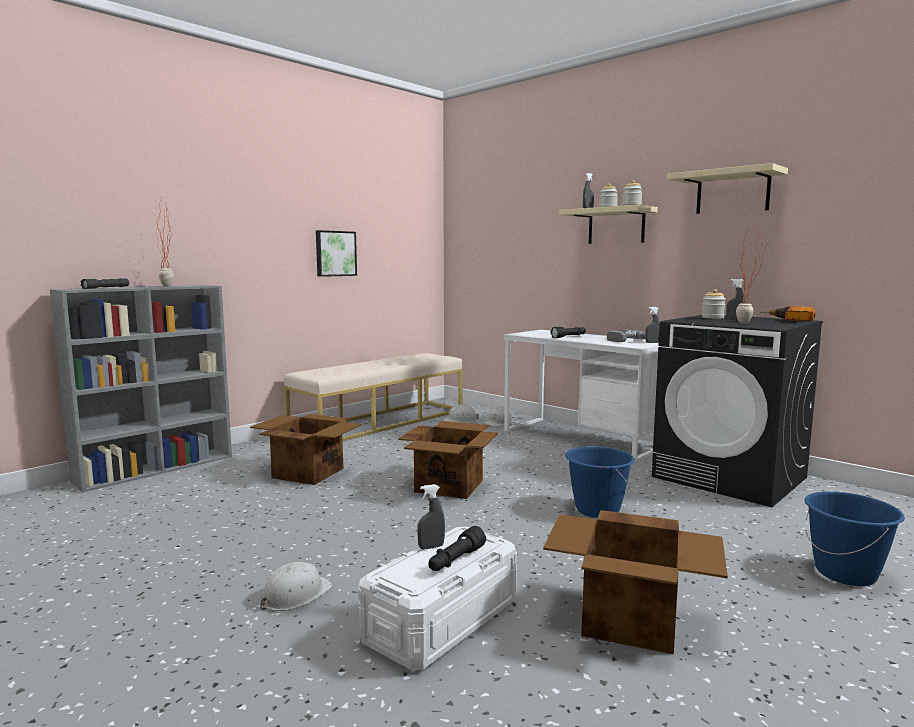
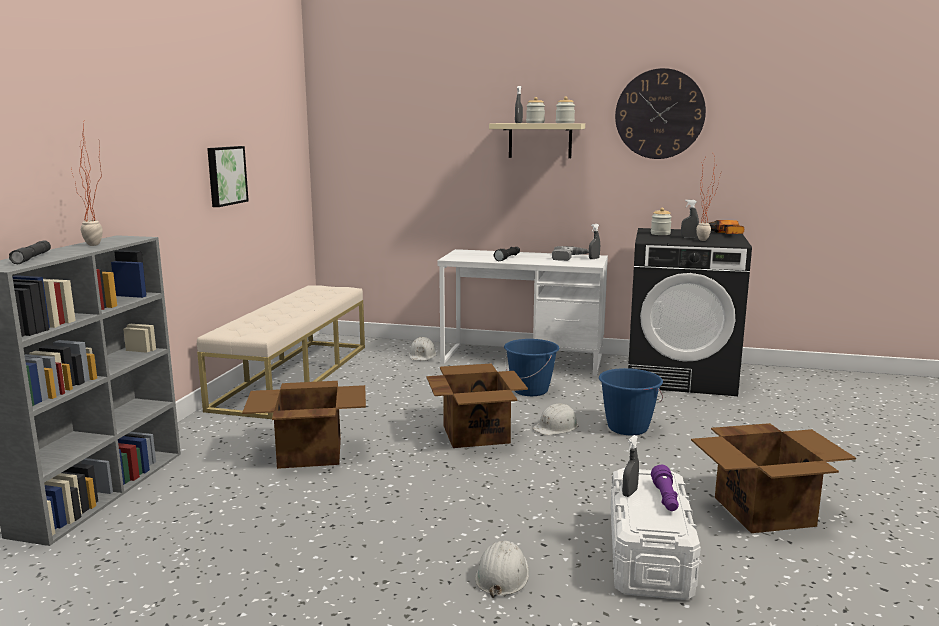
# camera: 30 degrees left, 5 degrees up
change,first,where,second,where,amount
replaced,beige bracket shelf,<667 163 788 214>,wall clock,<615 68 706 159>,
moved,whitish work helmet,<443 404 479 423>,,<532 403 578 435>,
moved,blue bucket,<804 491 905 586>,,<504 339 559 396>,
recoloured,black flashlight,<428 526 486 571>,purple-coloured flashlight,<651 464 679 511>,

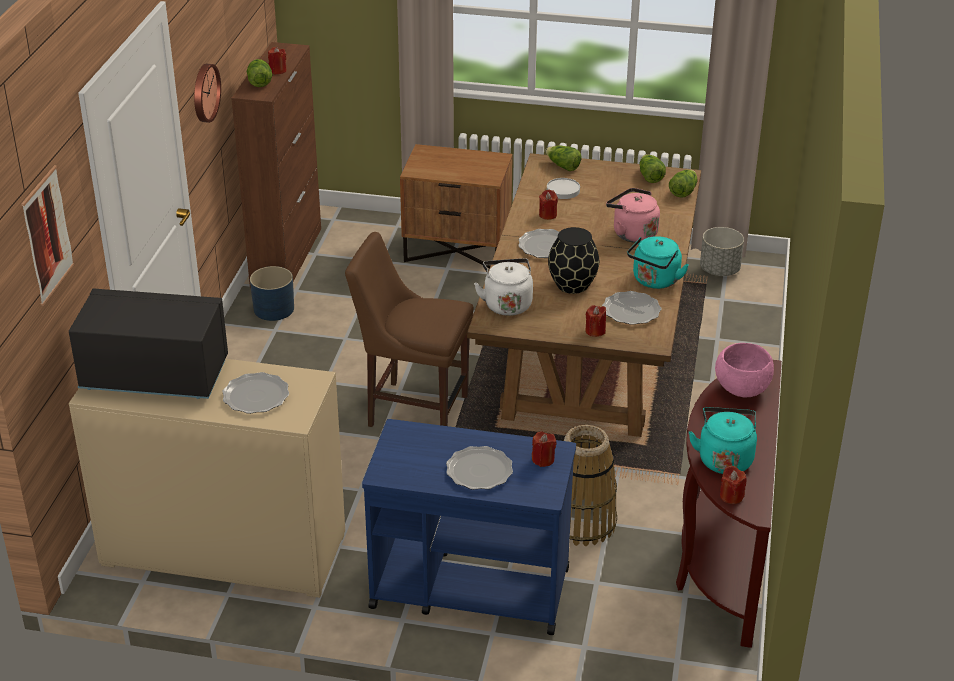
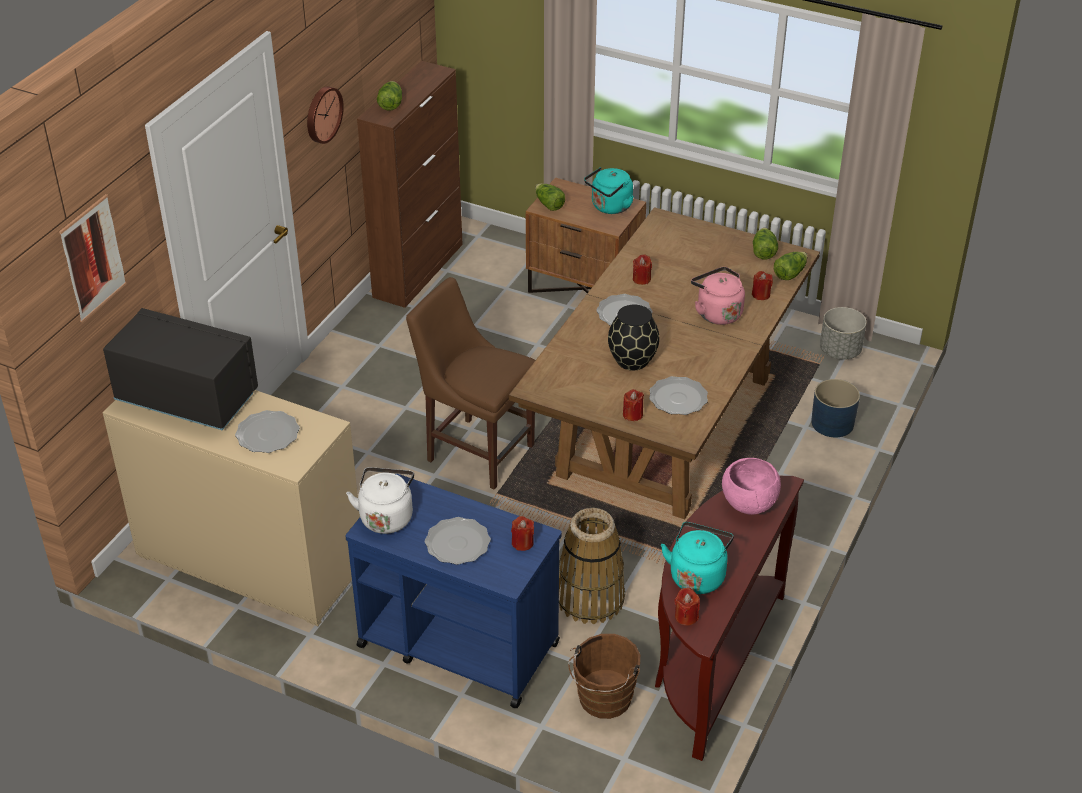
# camera: 15 degrees right, 5 degrees up
change,first,where,second,where,amount
moved,red-coloured wax light,<268 47 287 74>,,<752 271 773 300>,
moved,lettuce,<545 146 581 171>,,<535 184 565 211>,
removed,whitish plate,<547 178 580 199>,,,
moved,blue-green kettle,<627 236 689 289>,,<584 167 634 214>,
moved,whitish kettle,<474 258 533 316>,,<346 467 414 534>,
moved,blue plant pot,<250 266 294 321>,,<811 379 860 437>,
added,,,brown-coloured bucket,<568 634 640 719>,

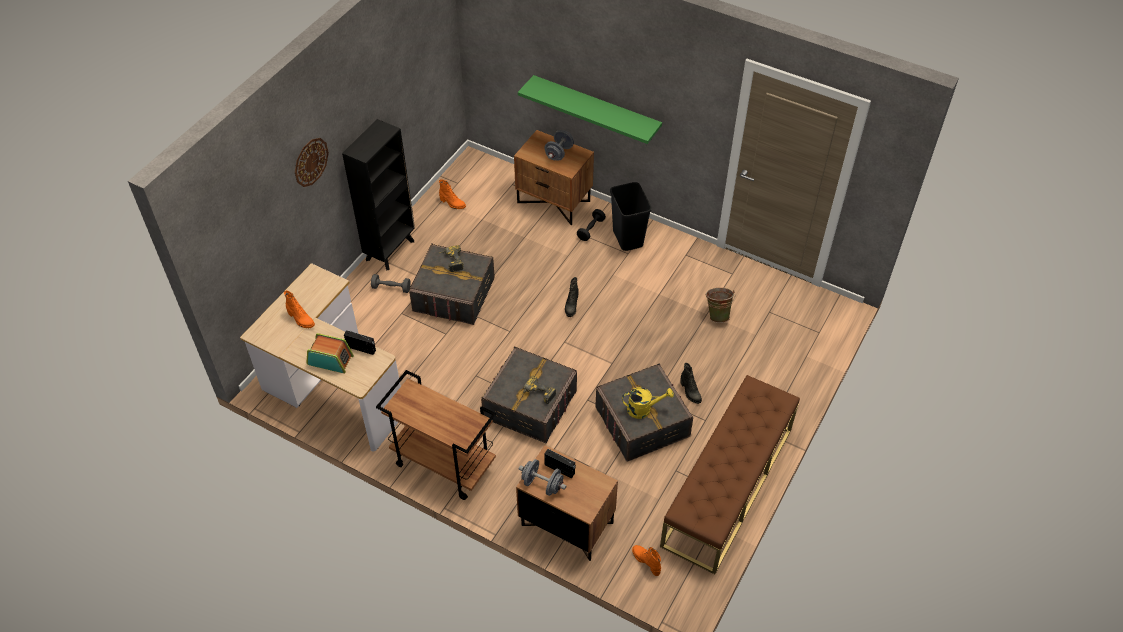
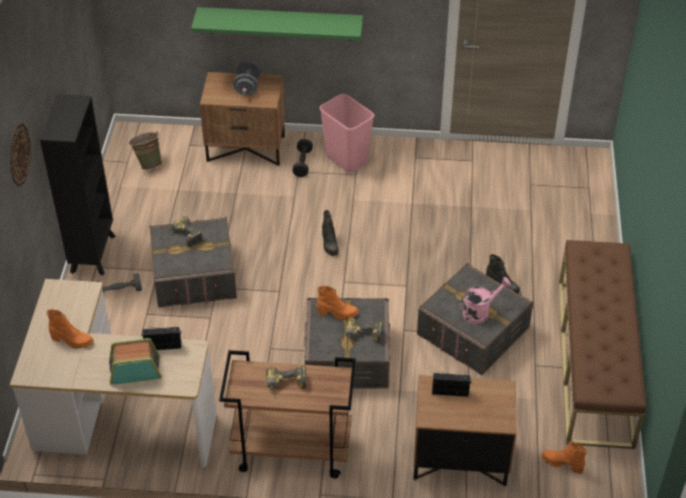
# camera: 25 degrees left, 5 degrees down
change,first,where,second,where,amount
moved,orangey tall boot,<439 180 466 209>,,<317 286 358 320>,
recoloured,black waste bin,<610 182 652 251>,pink-coloured waste bin,<319 94 375 173>,
moved,greenish bucket,<706 288 735 323>,,<129 131 162 170>,
recoloured,yellow-coloured watering pot,<622 387 674 419>,pink-coloured watering pot,<460 277 511 324>,
removed,gray dumbbell,<519 459 567 496>,,,
added,,,drill,<266 366 306 394>,

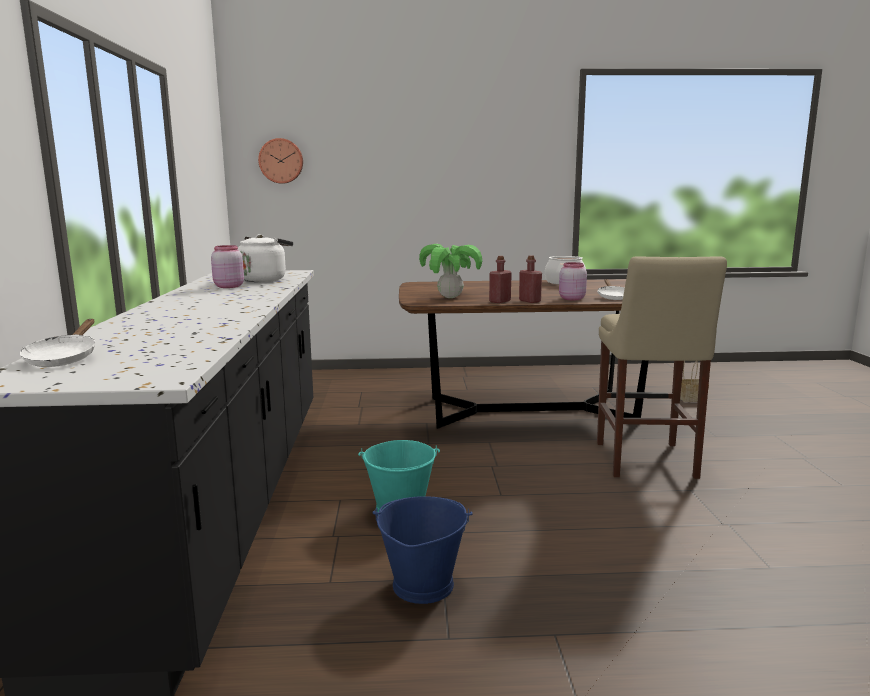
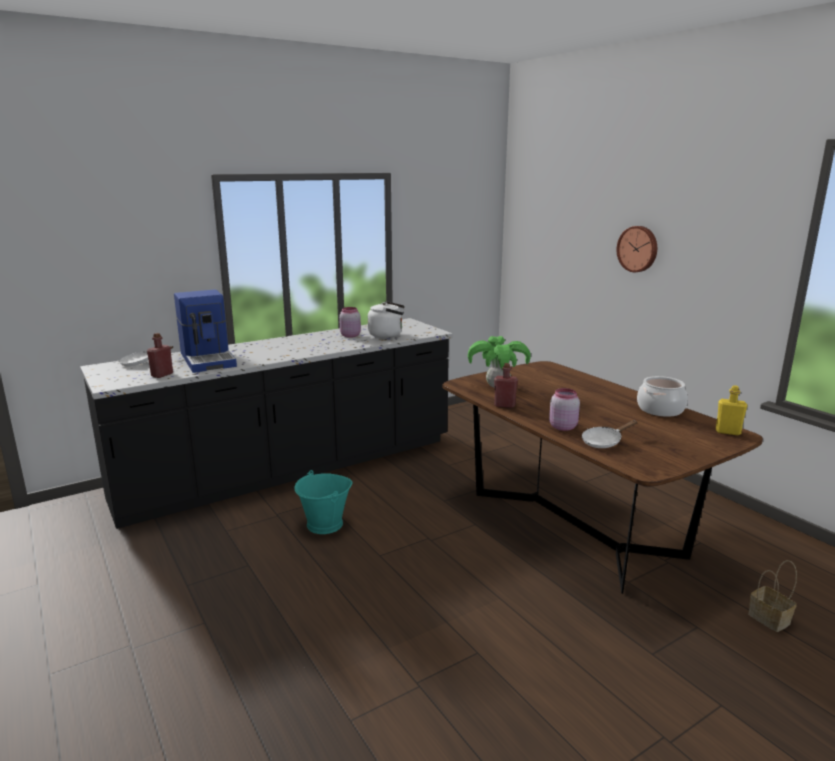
# camera: 60 degrees right, 5 degrees up
change,first,where,second,where,amount
moved,wall clock,<258 138 303 184>,,<617 226 657 272>,
moved,red-coloured beverage bottle,<519 255 542 303>,,<147 333 173 378>,
removed,beige sitting stool,<597 256 727 479>,,,
removed,blue bucket,<372 496 473 604>,,,
added,,,coffee machine,<174 289 237 373>,
added,,,yellow-coloured beverage bottle,<716 385 747 435>,

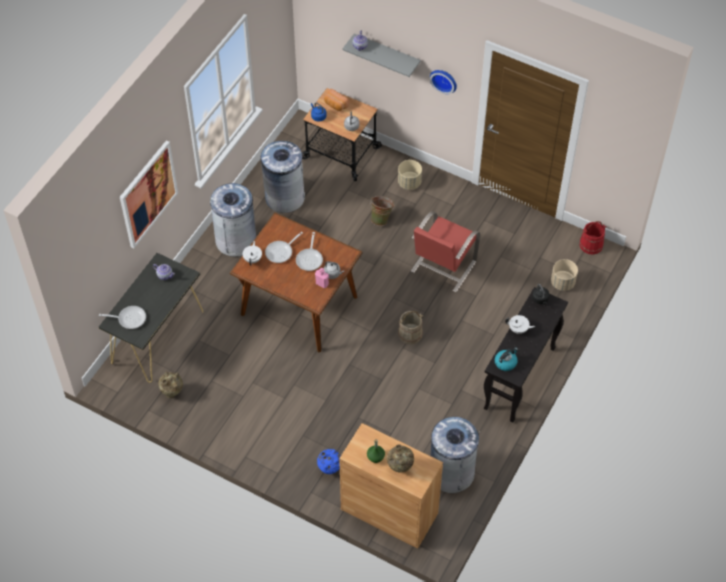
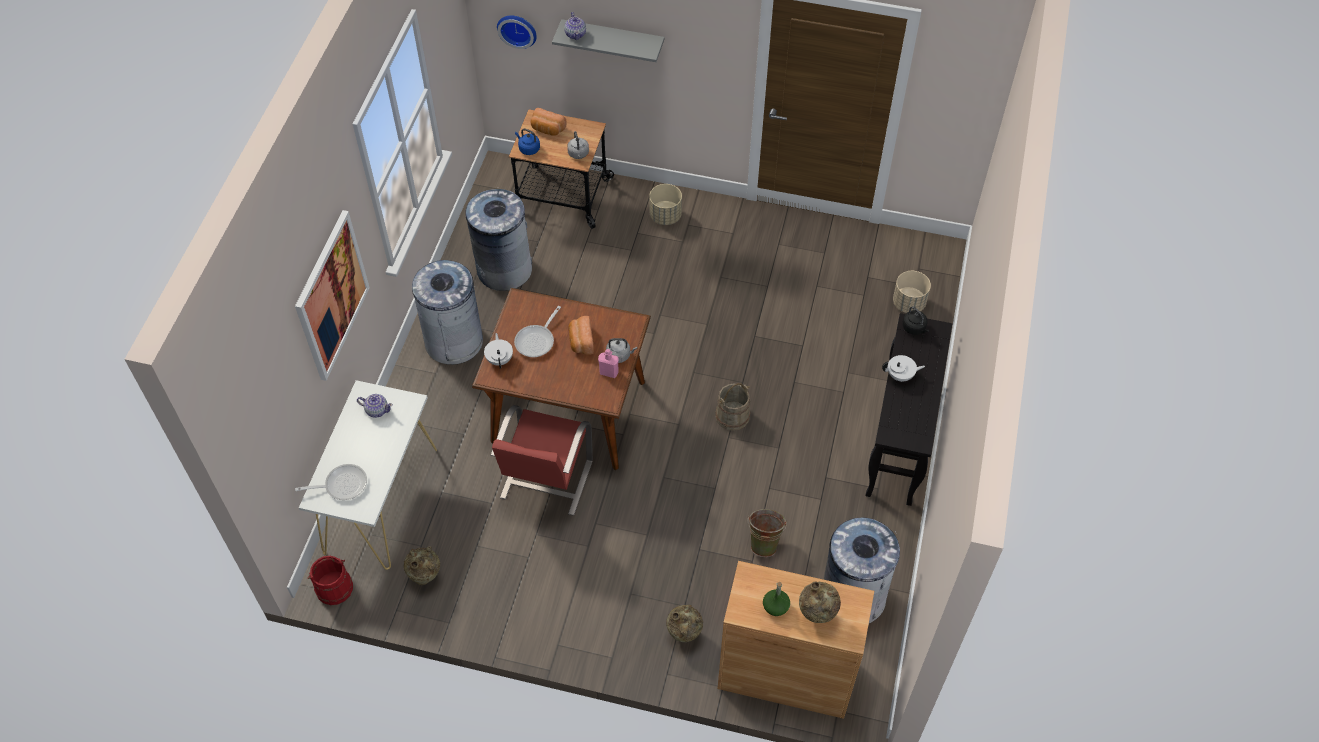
# camera: 15 degrees left, 0 degrees up
change,first,where,second,where,amount
moved,wall clock,<430 70 457 94>,,<497 15 536 49>,
moved,greenish bucket,<370 196 395 226>,,<748 509 787 557>,
moved,red-coloured upright chair,<411 211 480 292>,,<491 405 593 516>,
moved,red-coloured bucket,<580 221 607 255>,,<308 556 353 605>,
replaced,skillet,<296 232 323 271>,bakery bread,<568 316 594 355>,
recoloured,black hall table,<99 253 203 383>,whitish hall table,<299 380 437 570>,
removed,kettle,<495 347 518 371>,,,
recoloured,blue decorative vase,<317 449 341 474>,beige decorative vase,<666 605 703 642>,

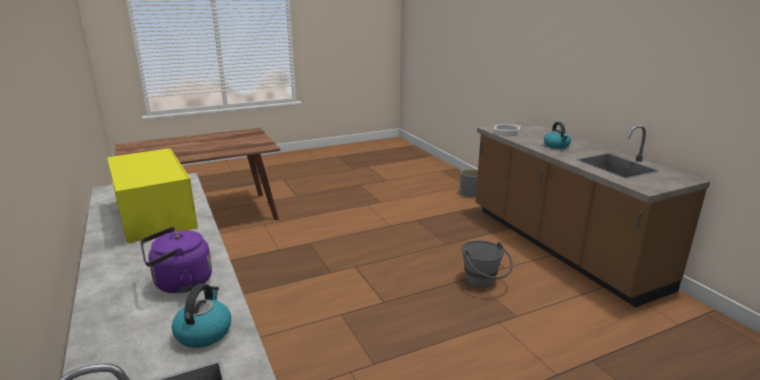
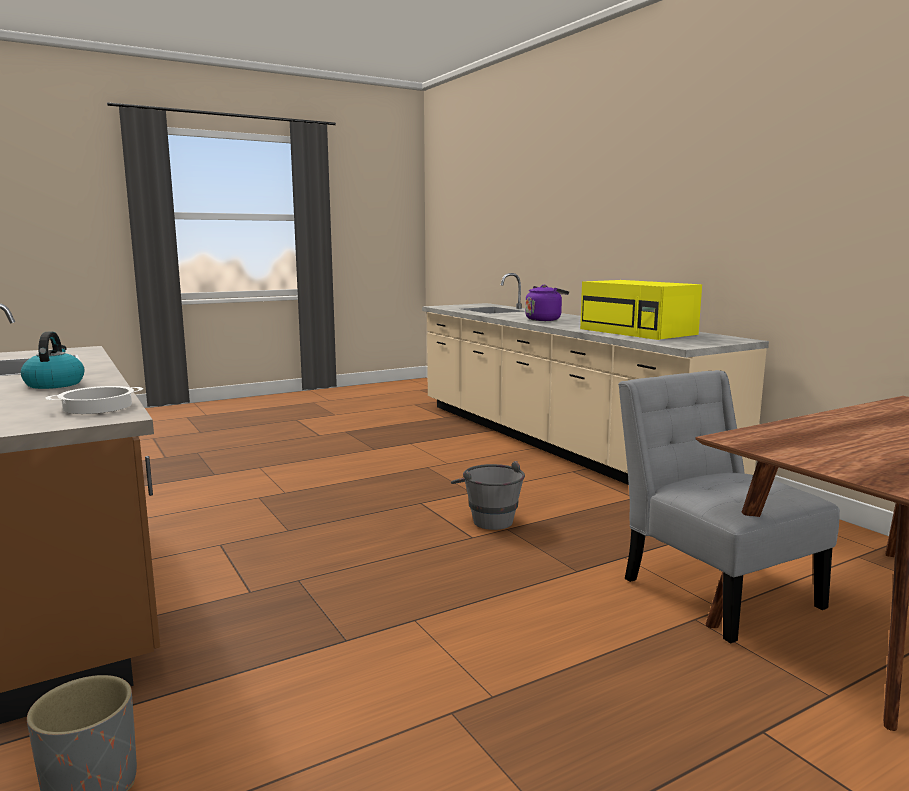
# camera: 175 degrees right, 10 degrees down
change,first,where,second,where,amount
moved,gray bucket,<461 240 513 288>,,<451 461 525 530>,
removed,kettle,<172 284 231 348>,,,
added,,,gray upright chair,<618 370 840 643>,

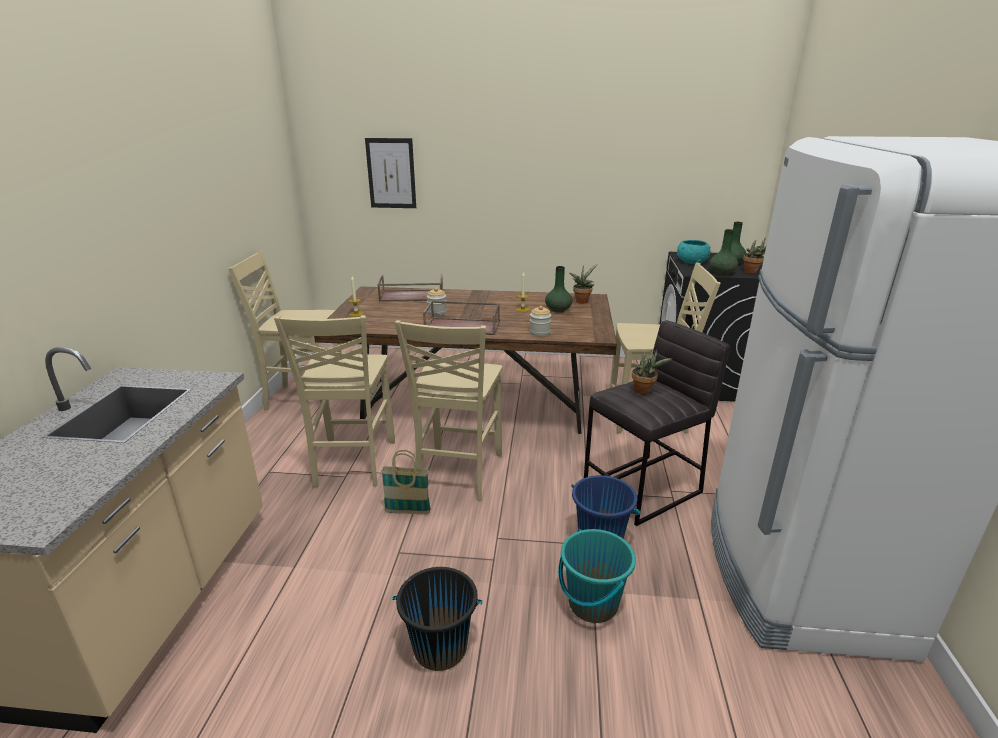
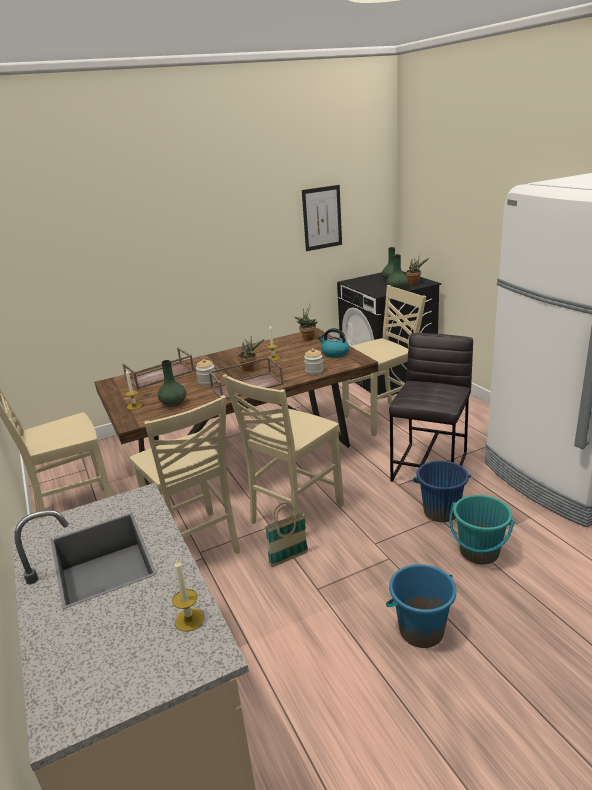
# camera: 30 degrees left, 0 degrees up
change,first,where,second,where,amount
moved,wall art,<365 138 416 208>,,<302 185 342 251>,
removed,blue-green serving bowl,<677 240 710 264>,,,
moved,greenish decorative vase,<545 266 572 312>,,<158 360 186 407>,
turned,beige upright chair,<395 320 502 501>,,<222 374 344 524>,60 degrees clockwise
moved,plant in a pot,<632 350 672 394>,,<238 337 265 372>,
recoloured,black bucket,<392 567 482 671>,blue bucket,<386 564 456 648>,
added,,,kettle,<318 328 349 358>,
added,,,wax light,<172 558 204 632>,

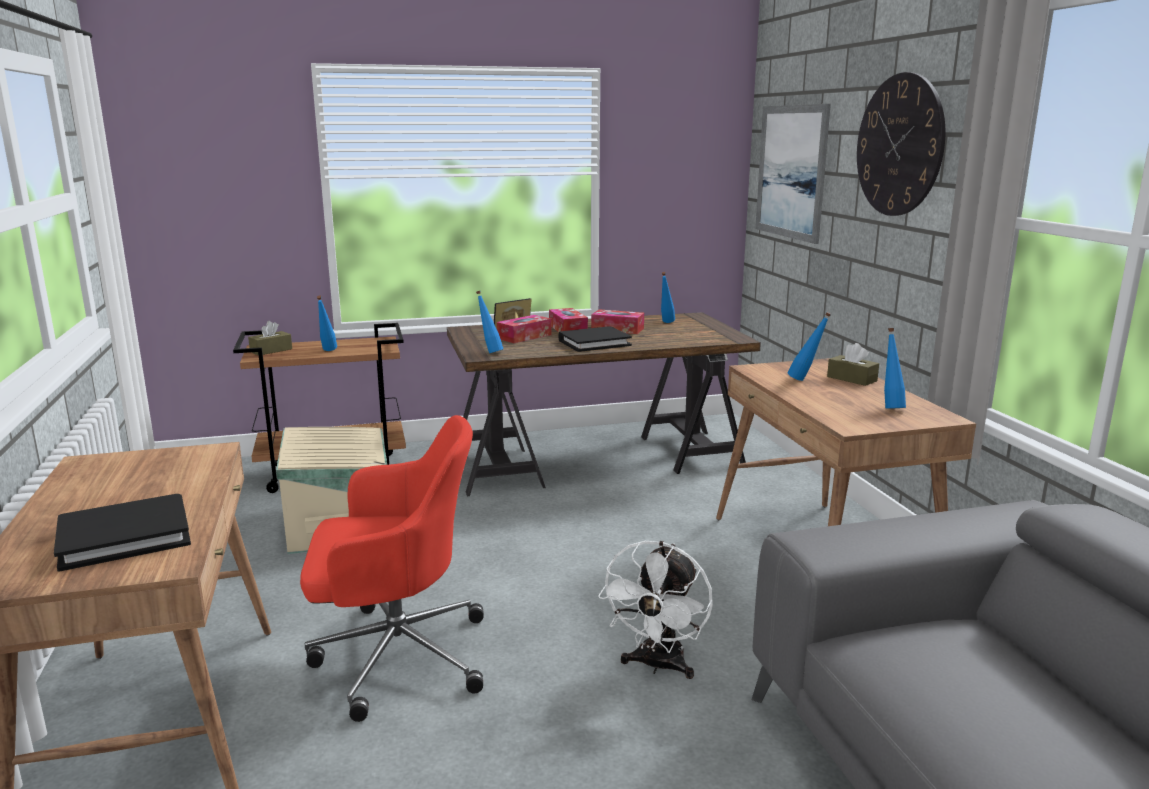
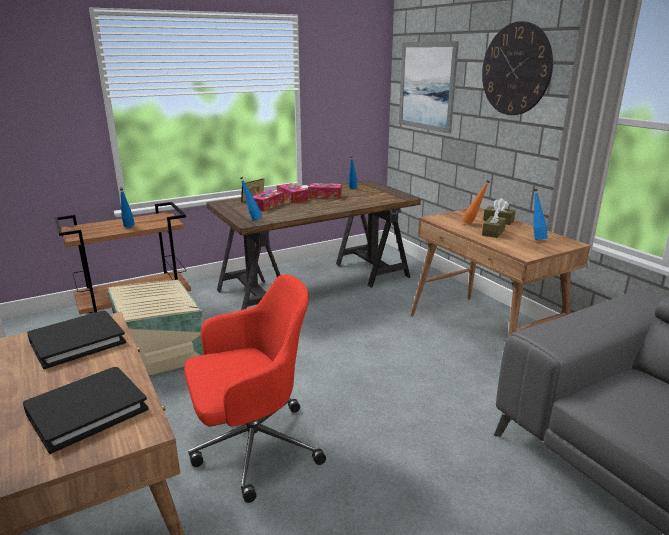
# camera: 15 degrees left, 5 degrees up
change,first,where,second,where,amount
recoloured,blue beverage bottle,<787 312 831 381>,orangey beverage bottle,<462 180 490 225>,
moved,brown-coloured tissue box,<248 321 292 356>,,<482 209 506 238>,
moved,black volume,<558 326 632 352>,,<27 311 126 369>,
removed,whitish cooling fan,<598 541 713 679>,,,

